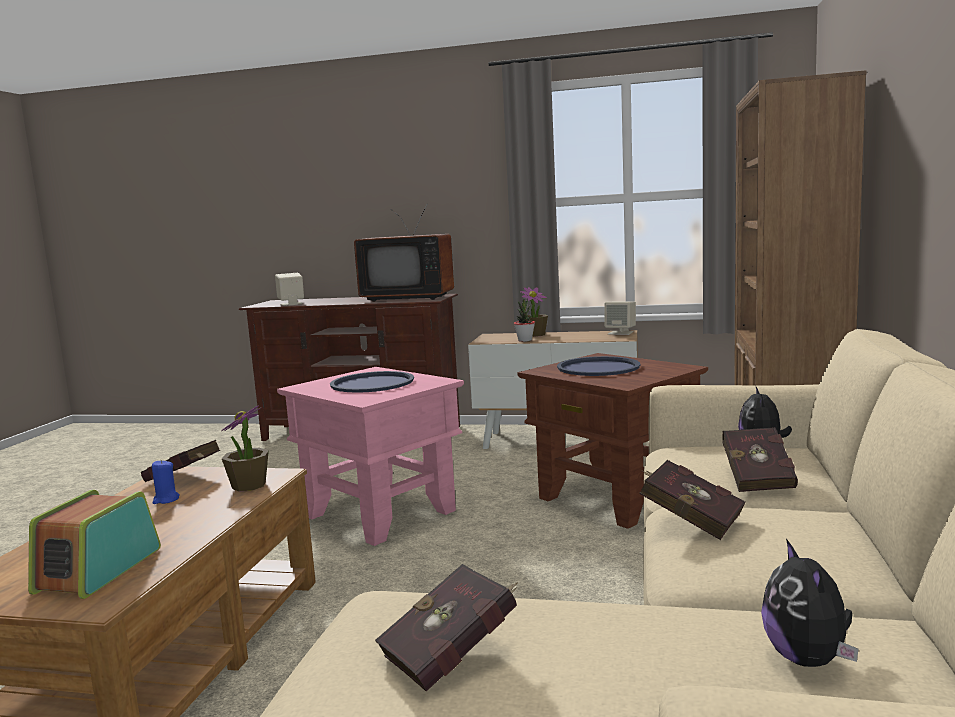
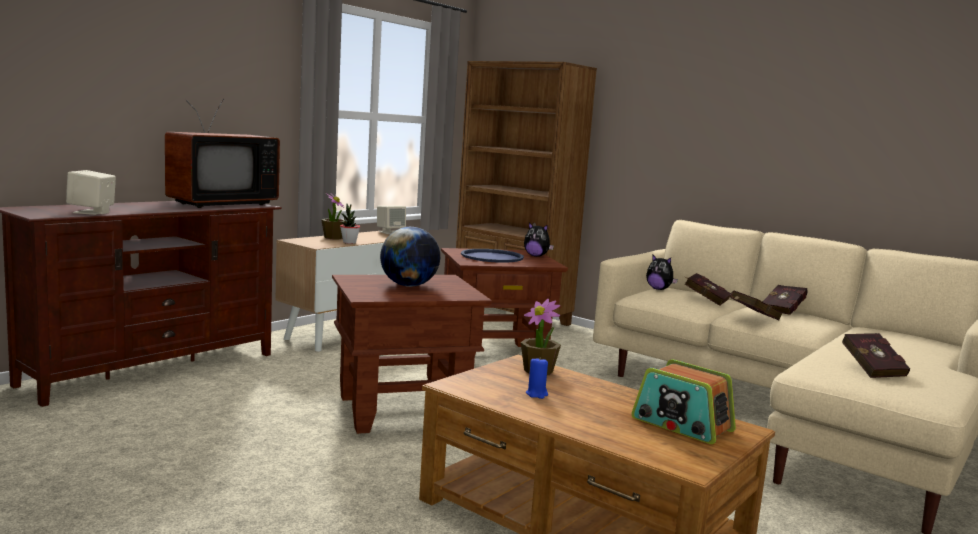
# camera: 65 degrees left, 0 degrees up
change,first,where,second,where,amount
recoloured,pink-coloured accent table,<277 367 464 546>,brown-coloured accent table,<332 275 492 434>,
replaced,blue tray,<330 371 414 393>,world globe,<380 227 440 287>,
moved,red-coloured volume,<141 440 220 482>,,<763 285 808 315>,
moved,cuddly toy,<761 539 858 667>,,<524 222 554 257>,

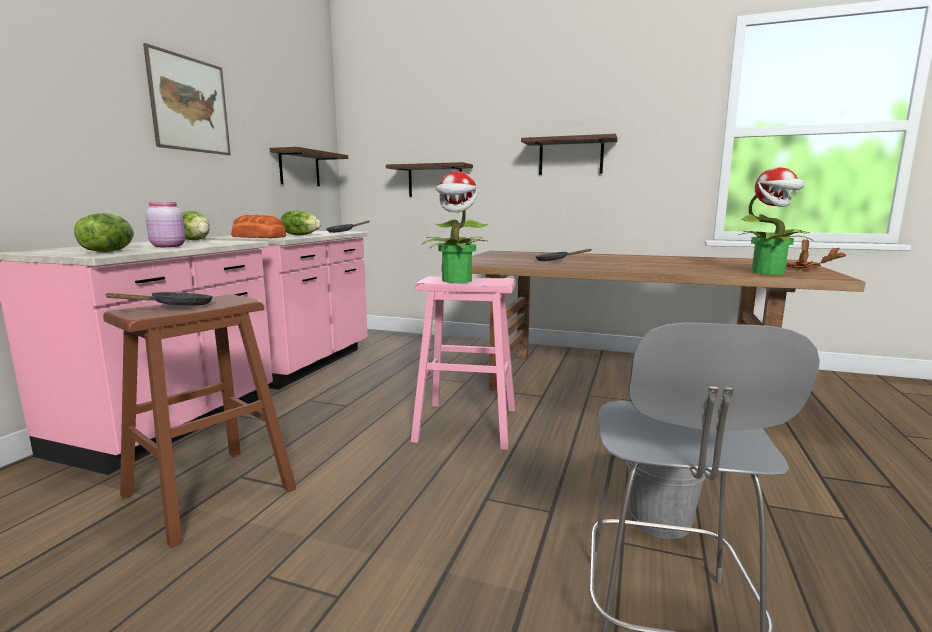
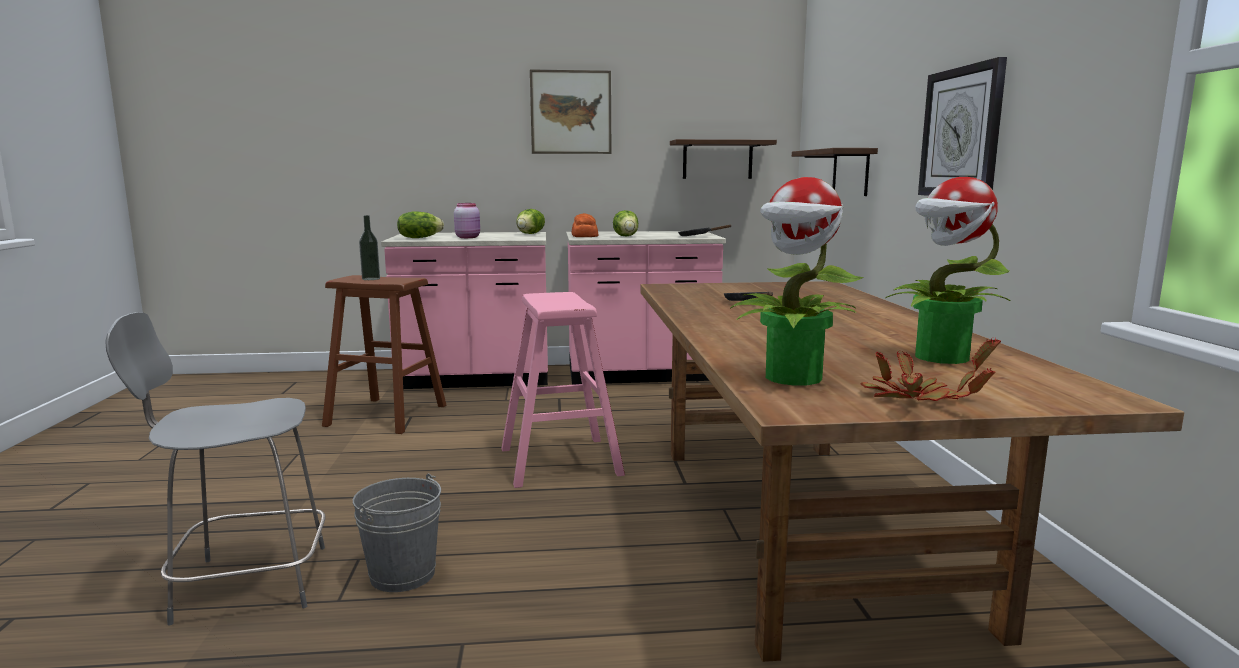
# camera: 65 degrees right, 0 degrees up
change,first,where,second,where,amount
replaced,bracket shelf,<521 134 618 175>,wall clock,<918 57 1007 196>,
moved,plant in a pot,<422 171 489 283>,,<886 177 1010 364>,
replaced,black skillet,<104 292 213 306>,beverage bottle,<359 215 380 280>,

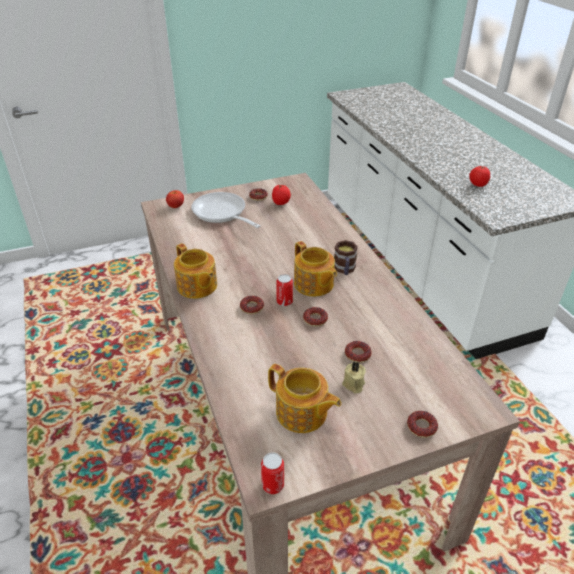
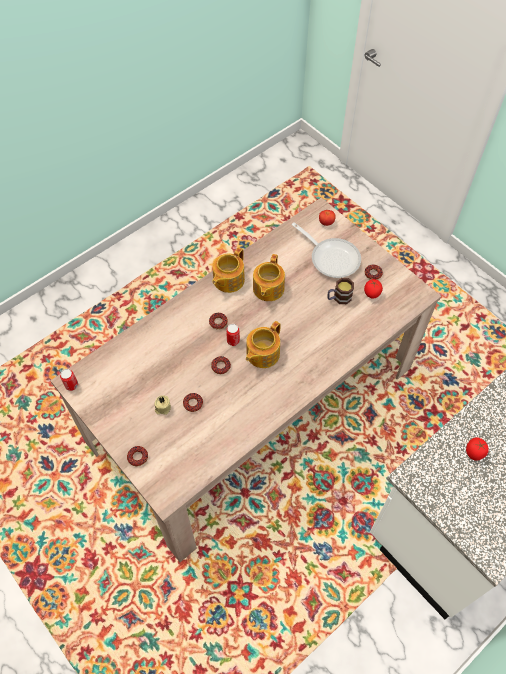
# camera: 70 degrees right, 20 degrees up
change,first,where,second,where,amount
turned,skillet,<191 192 260 228>,,<292 222 361 278>,105 degrees clockwise
moved,coffee mug,<334 240 358 275>,,<327 278 354 304>,
moved,tea pot,<268 364 341 433>,,<253 254 285 301>,

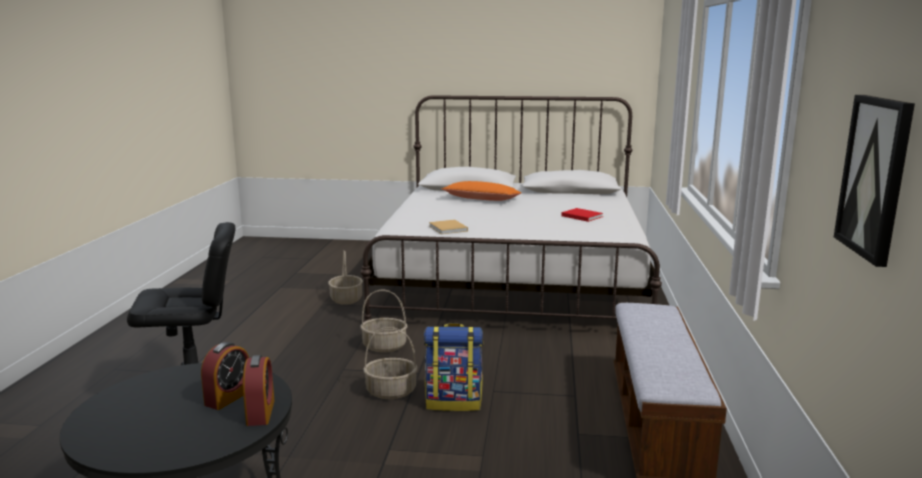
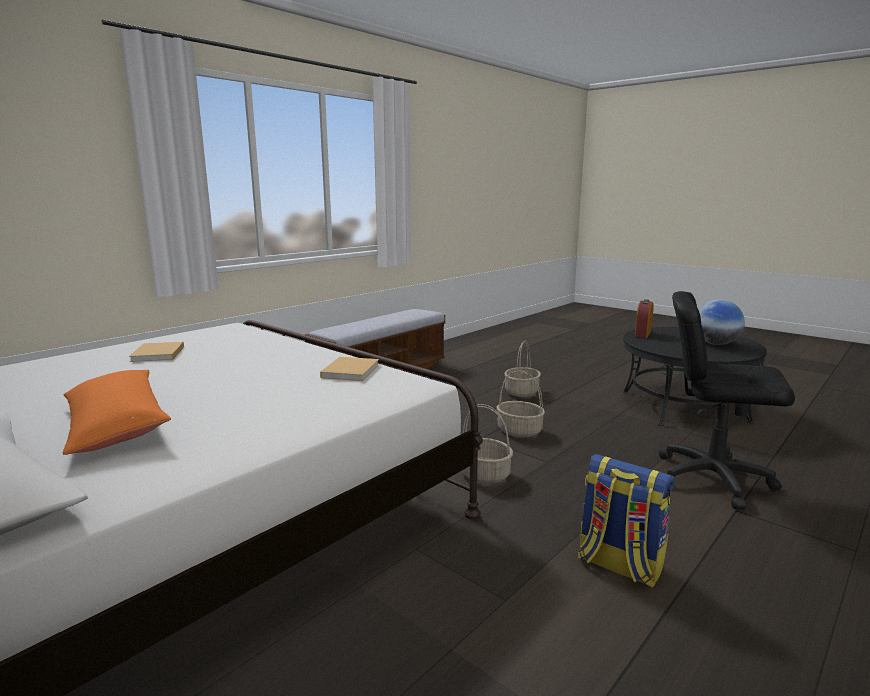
# camera: 145 degrees left, 0 degrees up
change,first,where,second,where,amount
removed,wall art,<834 95 915 267>,,,
recoloured,red-coloured volume,<561 208 603 222>,beige volume,<129 341 184 362>,
moved,basket,<328 250 363 305>,,<504 341 541 397>,
moved,rucksack,<424 323 483 411>,,<578 454 675 588>,
removed,alarm clock,<201 342 249 410>,,,
added,,,world globe,<699 300 745 345>,

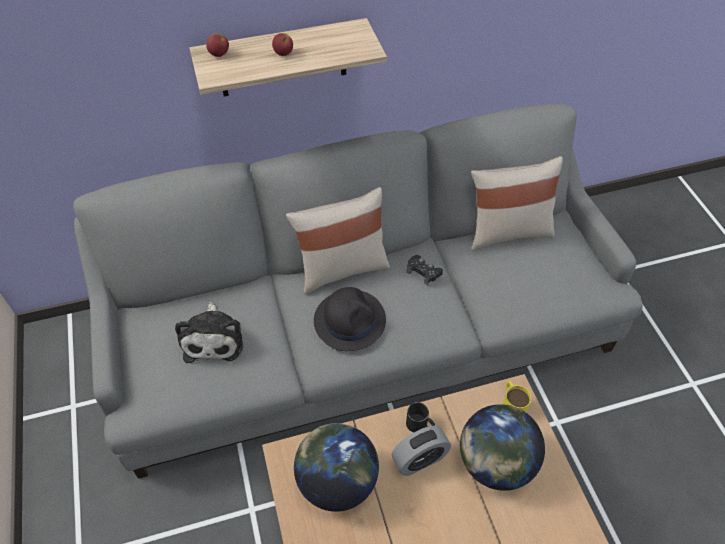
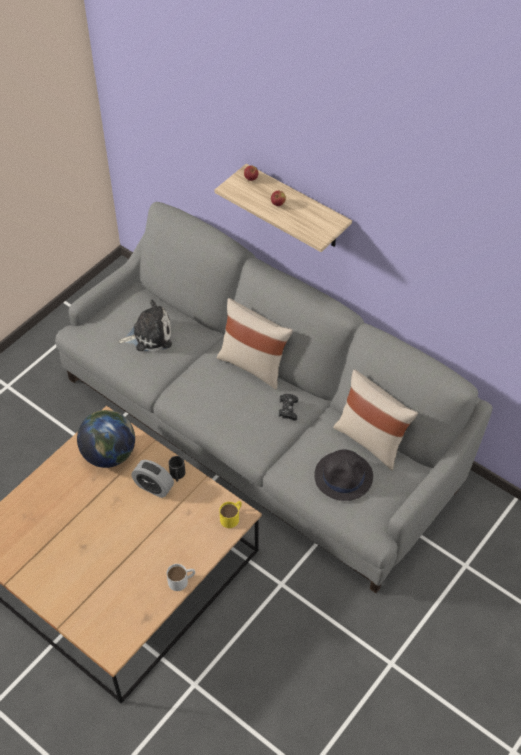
# camera: 55 degrees right, 0 degrees up
change,first,where,second,where,amount
moved,black clothing hat,<314 287 386 351>,,<314 450 373 501>,
turned,cuddly toy,<175 302 243 363>,,<118 300 172 352>,150 degrees counterclockwise
removed,world globe,<460 404 545 491>,,,
added,,,whitish coffee mug,<167 564 195 591>,

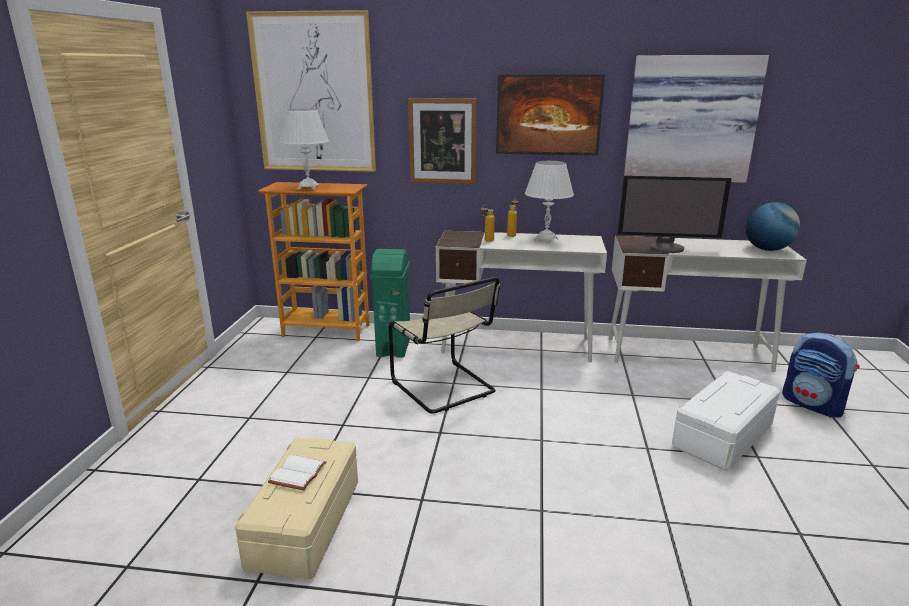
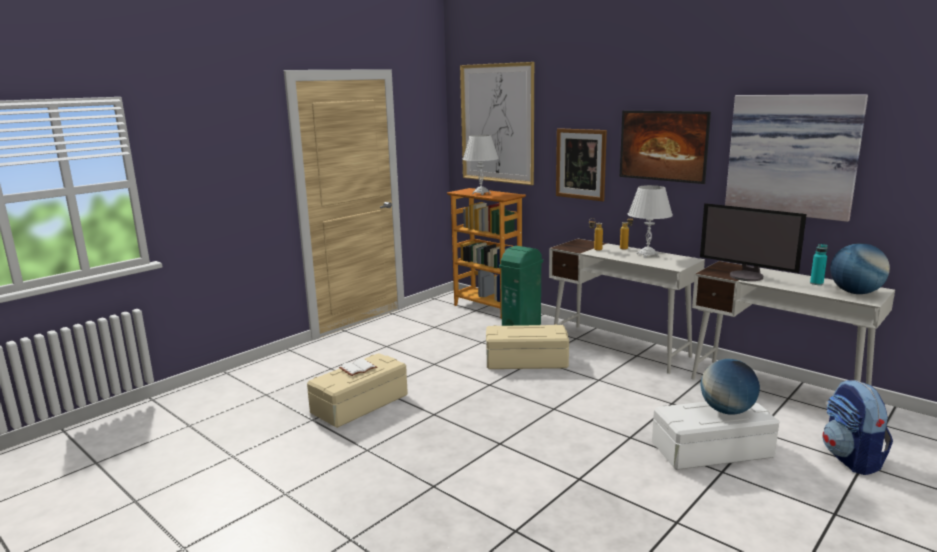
# camera: 35 degrees right, 5 degrees down
change,first,where,second,where,amount
replaced,beige upright chair,<389 277 500 414>,beige storage container,<486 324 569 369>,
added,,,blue-green beverage bottle,<810 244 828 285>,
added,,,world globe,<701 359 760 415>,

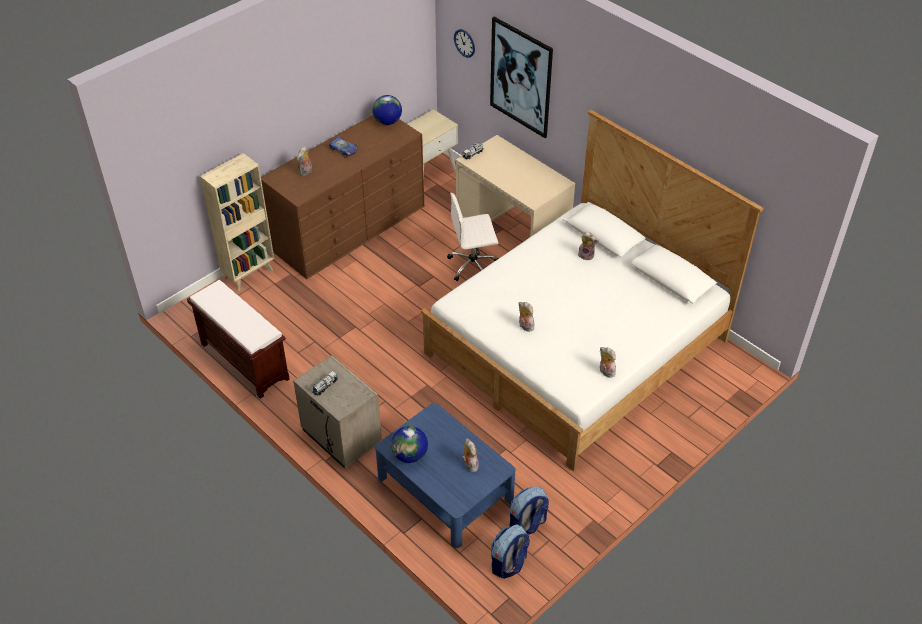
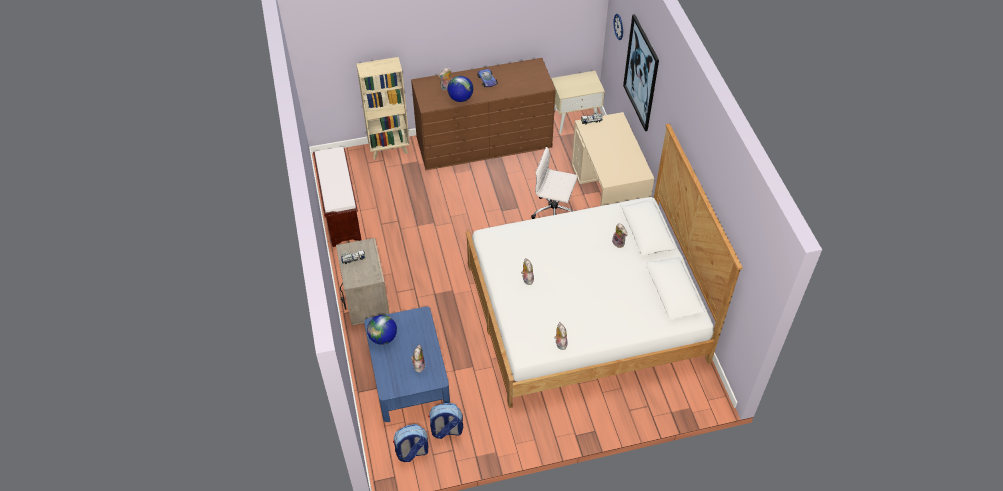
# camera: 30 degrees right, 5 degrees up
change,first,where,second,where,amount
moved,world globe,<373 95 402 125>,,<447 76 473 102>,

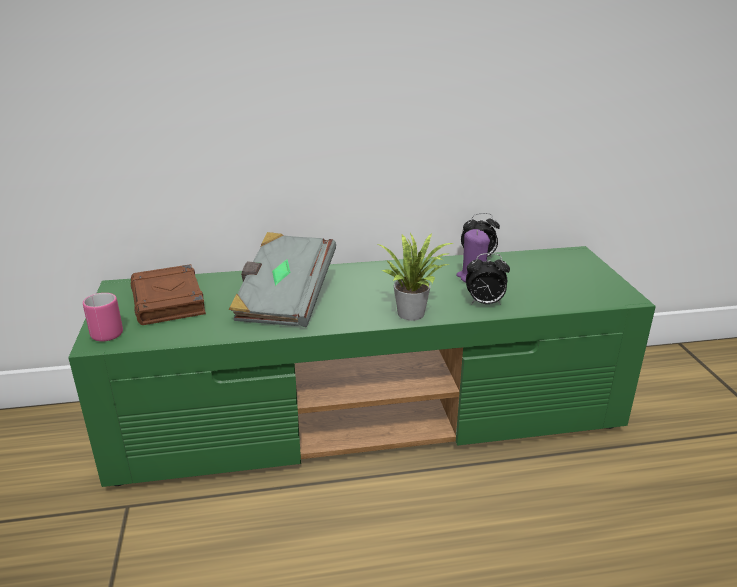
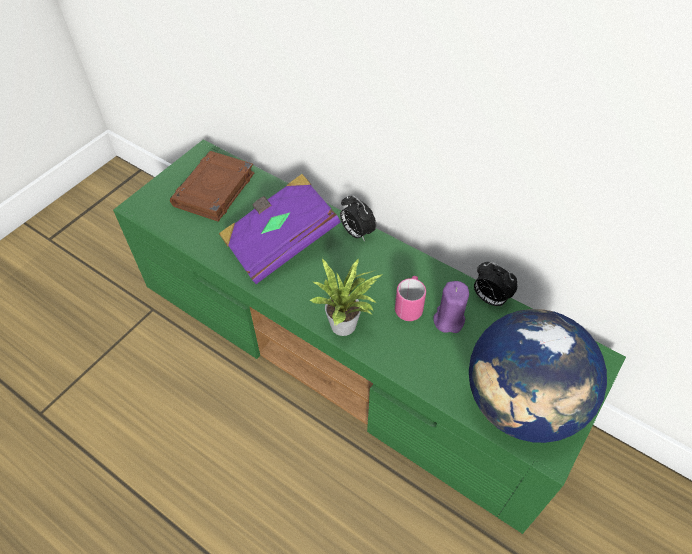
# camera: 45 degrees right, 25 degrees up
change,first,where,second,where,amount
recoloured,gray volume,<229 232 336 327>,purple-coloured volume,<219 174 340 284>,
moved,alarm clock,<466 253 510 305>,,<340 195 376 241>,
moved,pink-coloured coffee mug,<83 293 123 342>,,<395 276 426 321>,
added,,,world globe,<469 309 607 443>,

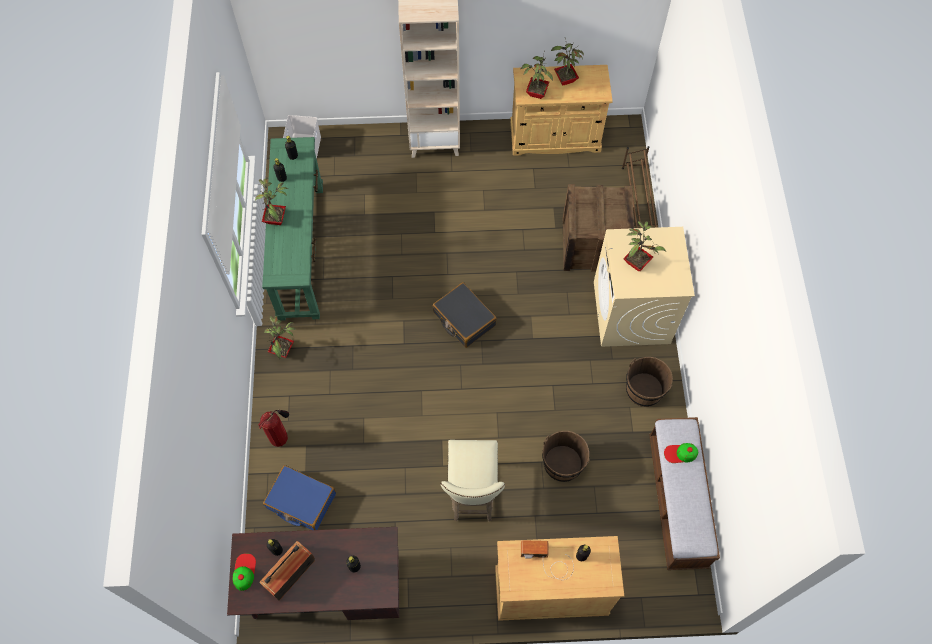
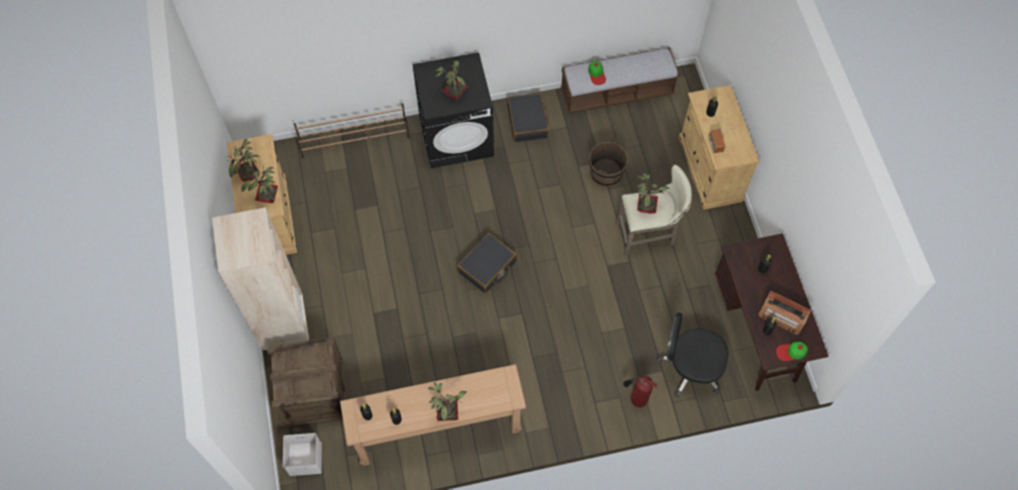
# camera: 100 degrees left, 0 degrees up
change,first,where,second,where,amount
recoloured,greenish hall table,<262 137 323 321>,brown-coloured hall table,<340 364 526 466>,
moved,packing crate,<563 184 634 272>,,<269 337 345 427>,
recoloured,beige laundry appliance,<594 227 695 347>,black laundry appliance,<412 52 494 168>,
moved,plant in a pot,<264 316 295 359>,,<637 173 669 214>,
replaced,brown-coloured bucket,<626 357 673 407>,black travel case,<507 93 549 142>,
replaced,blue travel case,<263 465 336 530>,black office chair,<656 313 729 397>,

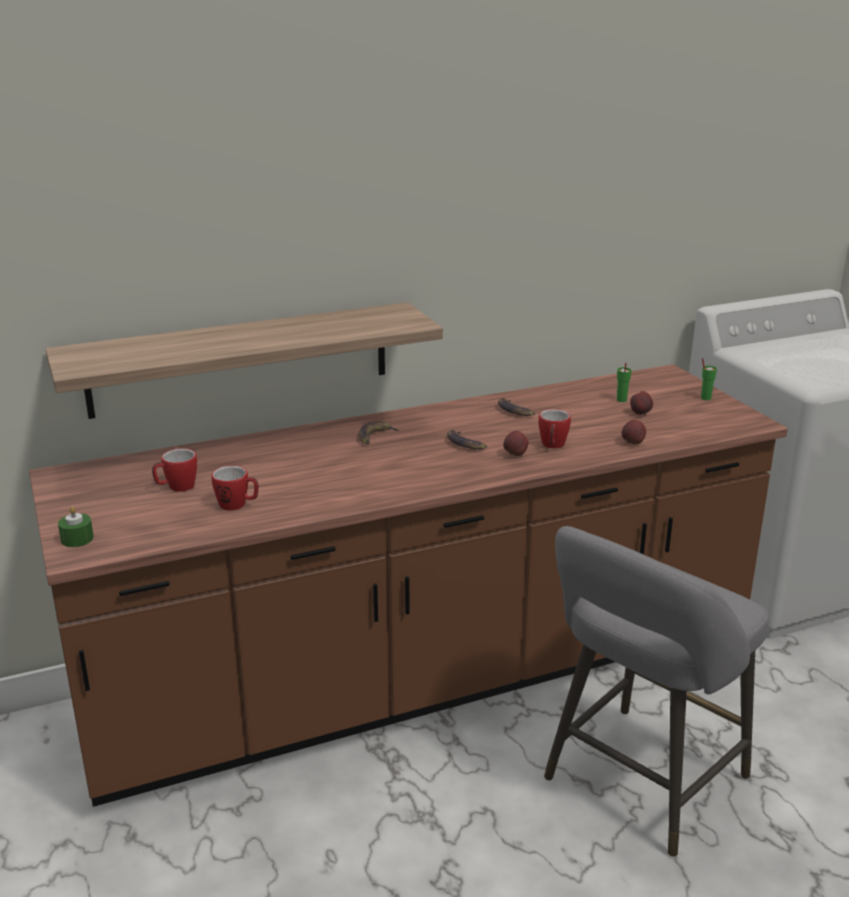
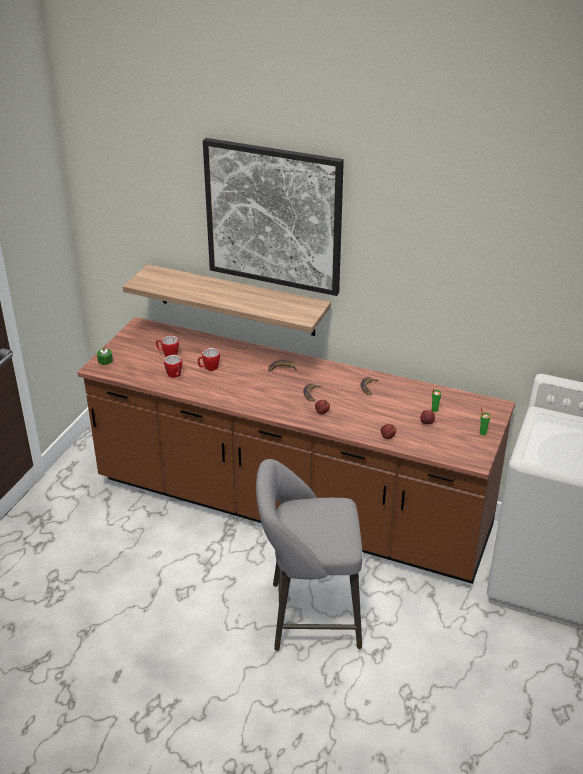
# camera: 45 degrees right, 10 degrees up
change,first,where,second,where,amount
moved,coffee mug,<539 409 571 448>,,<198 348 220 371>,
added,,,wall art,<203 138 344 296>,

